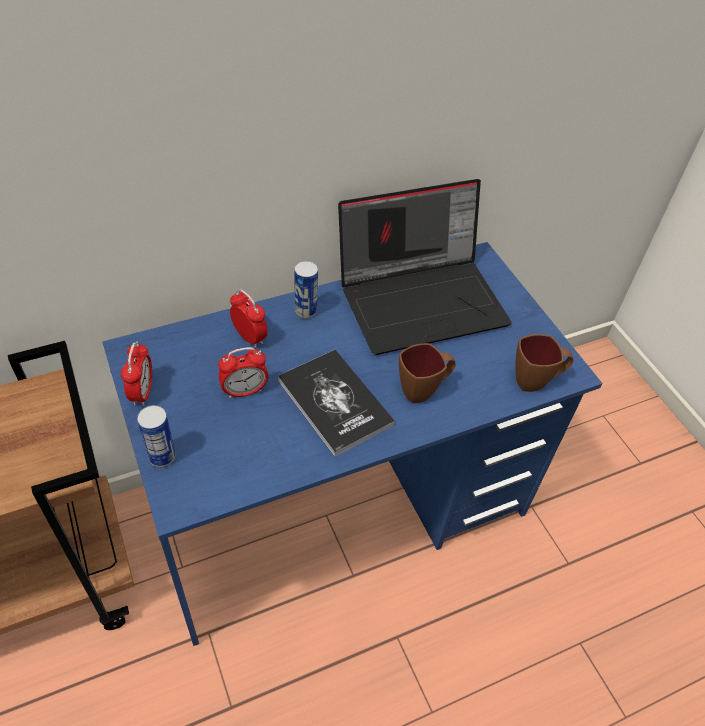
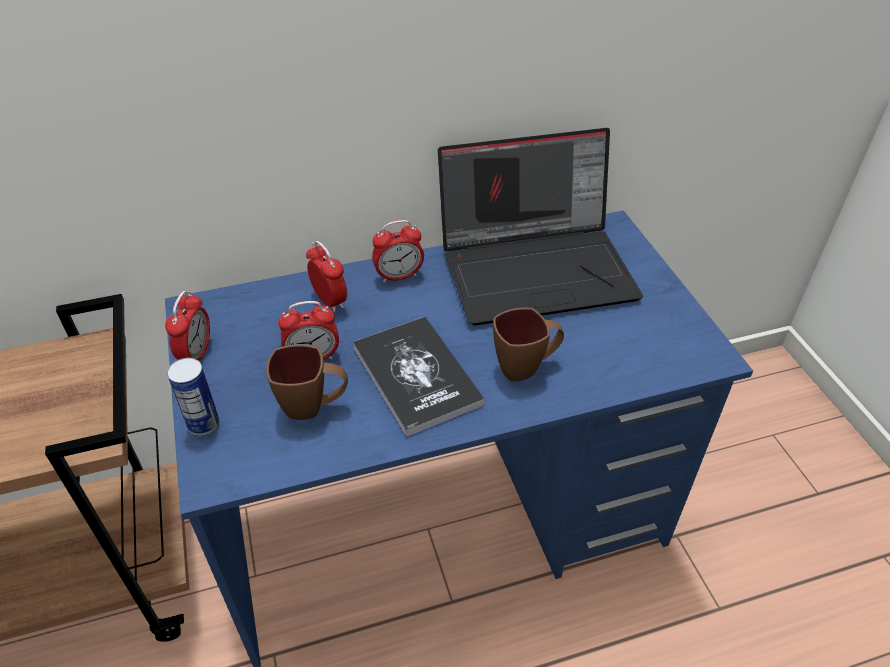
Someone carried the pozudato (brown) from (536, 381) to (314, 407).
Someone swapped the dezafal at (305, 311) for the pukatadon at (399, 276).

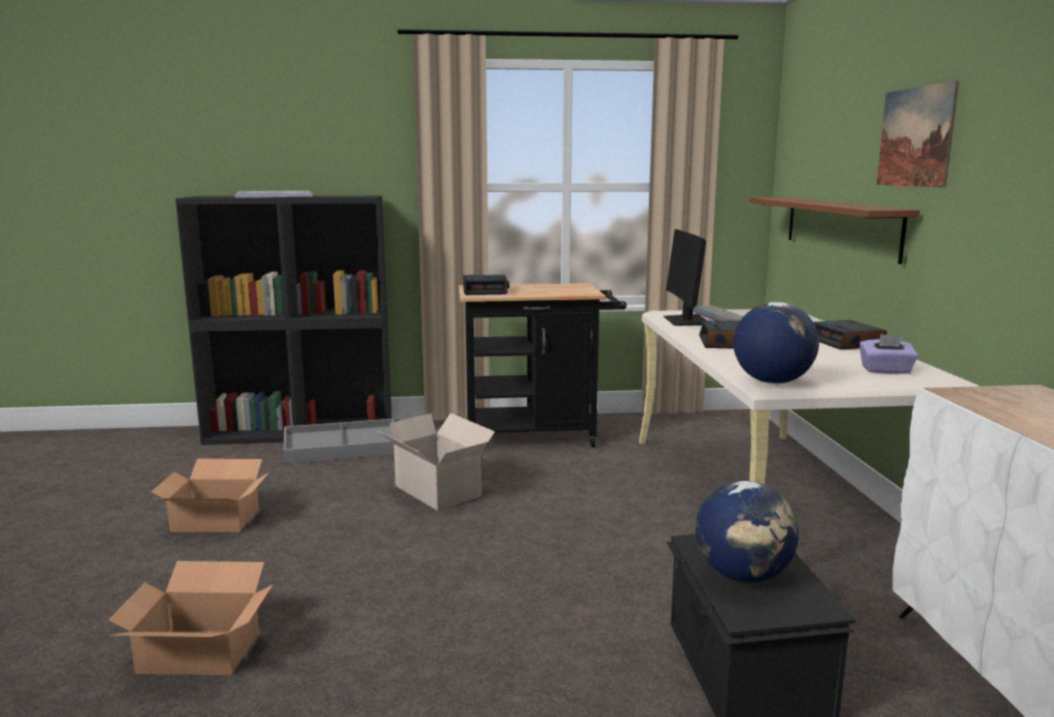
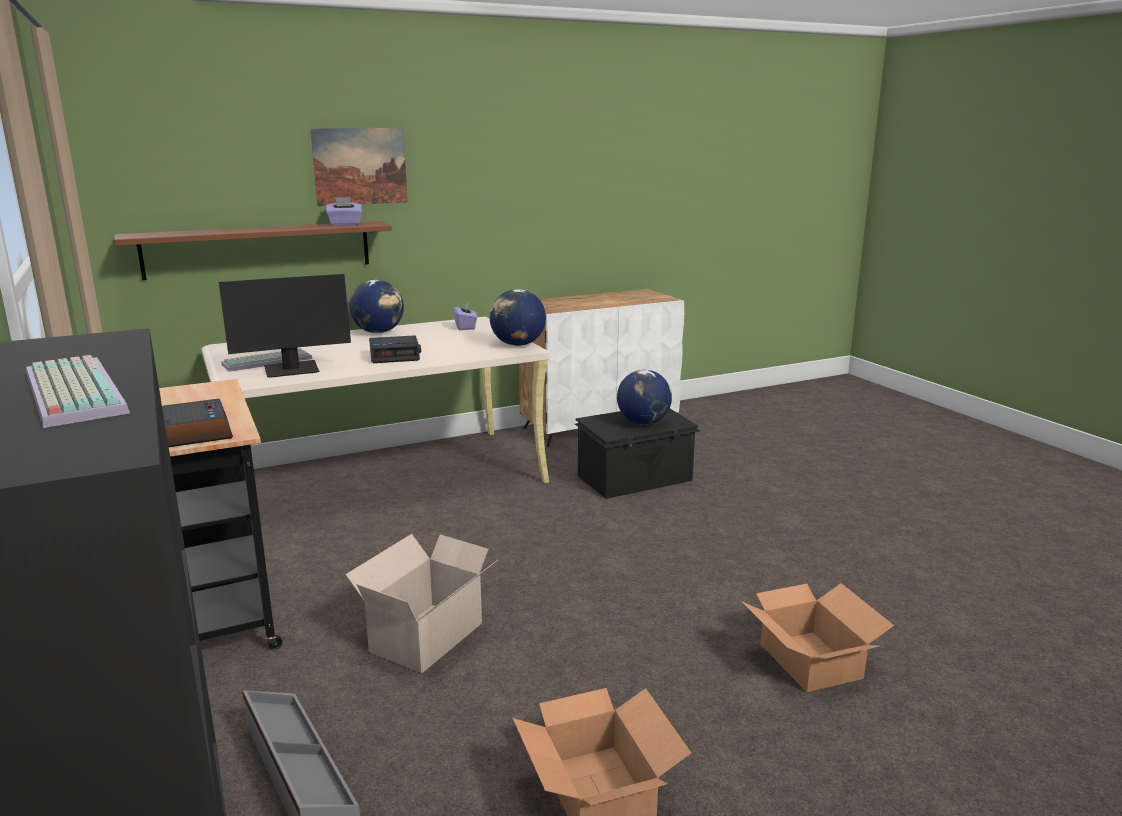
Someone put down the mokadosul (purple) at (345, 224).
Someone swapped the pukatadon at (847, 343) for the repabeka at (378, 332).

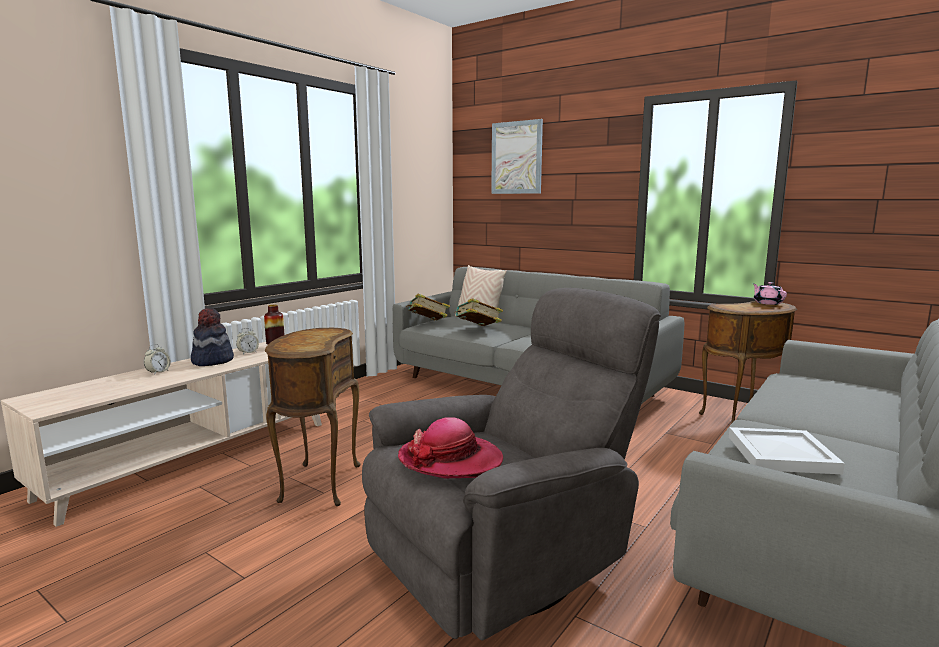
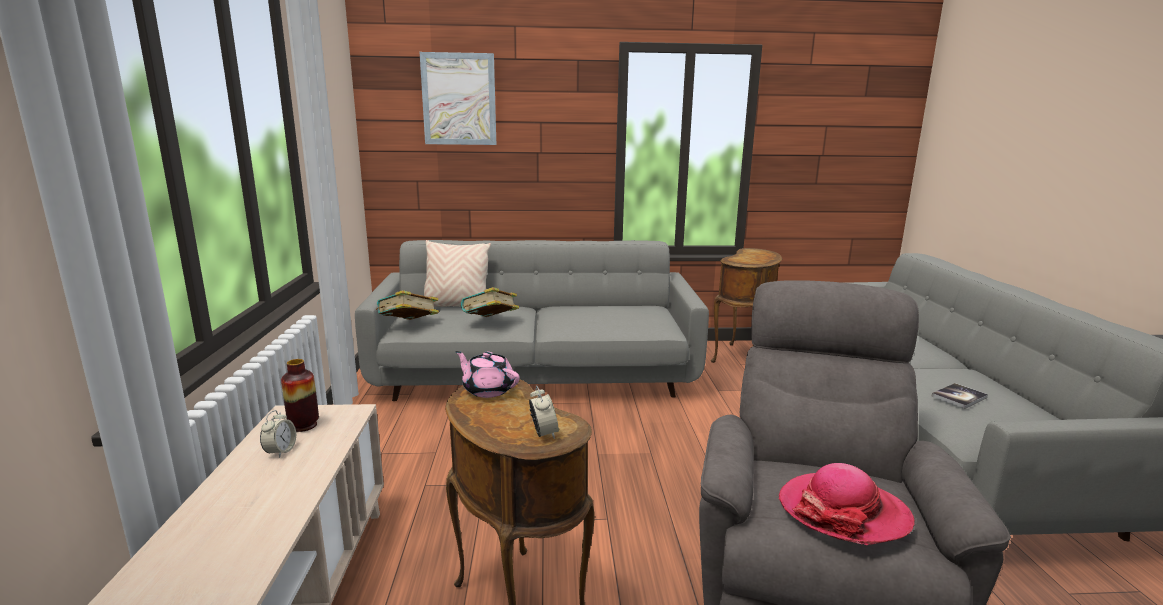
Someone took away the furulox at (212, 361).
Someone carried the pukatadon from (158, 372) to (543, 433).
Someone carried the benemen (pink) from (767, 303) to (488, 389).
Someone swapped the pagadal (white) at (783, 455) for the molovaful at (959, 397).

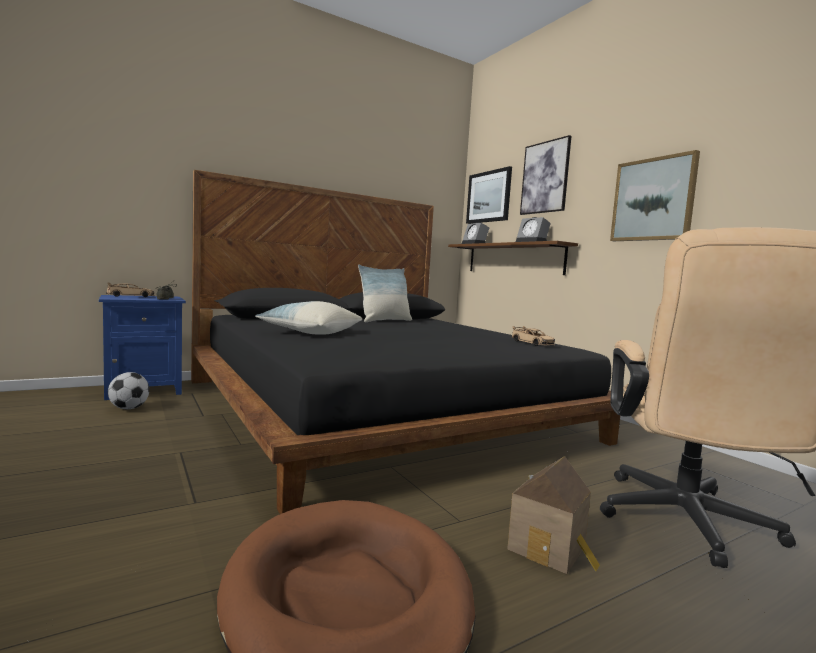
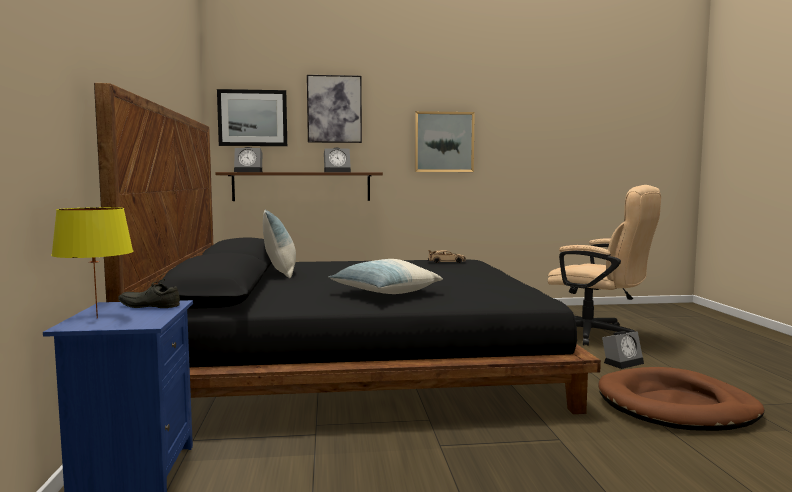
Someone took away the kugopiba at (129, 408).
Someone swapped the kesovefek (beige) at (130, 296) for the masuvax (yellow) at (96, 318).
Someone swapped the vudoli at (550, 549) for the pukatadon at (623, 362).

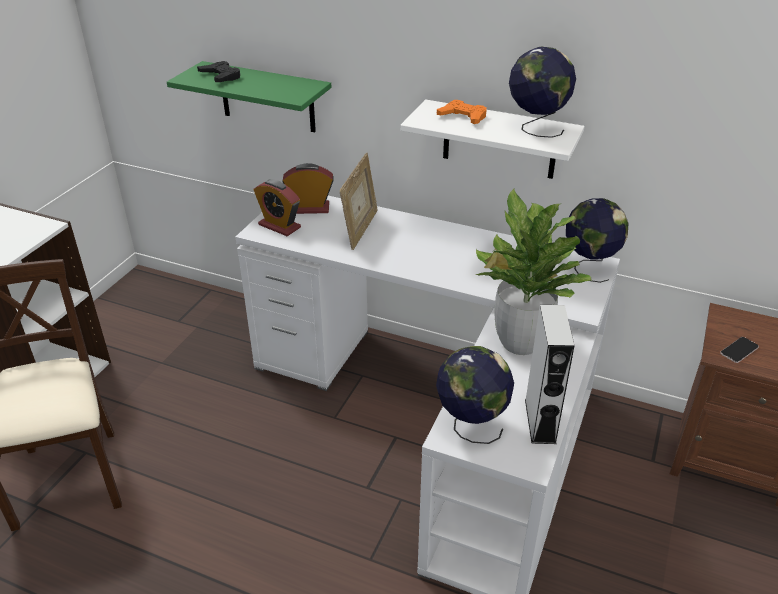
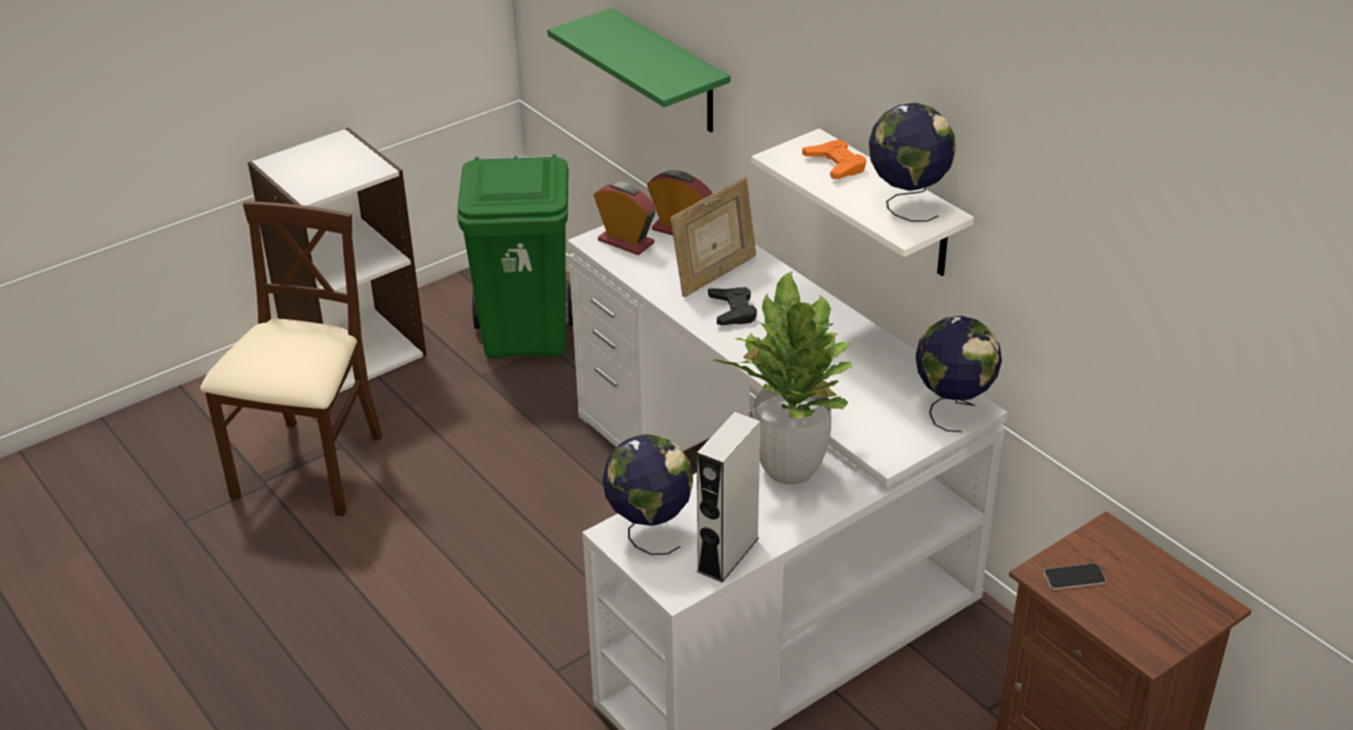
Someone put down the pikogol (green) at (527, 337).
Someone carried the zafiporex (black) from (220, 76) to (733, 311).
Someone rotated the pukatadon at (279, 226) by 150 degrees clockwise.

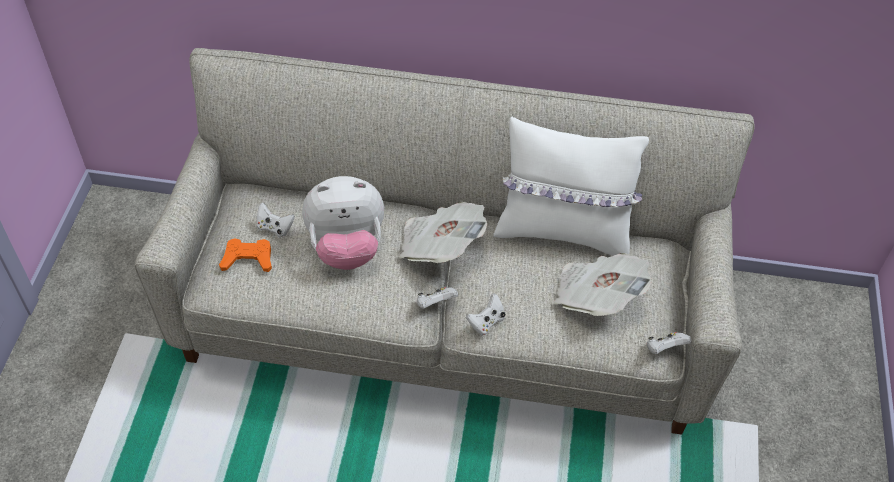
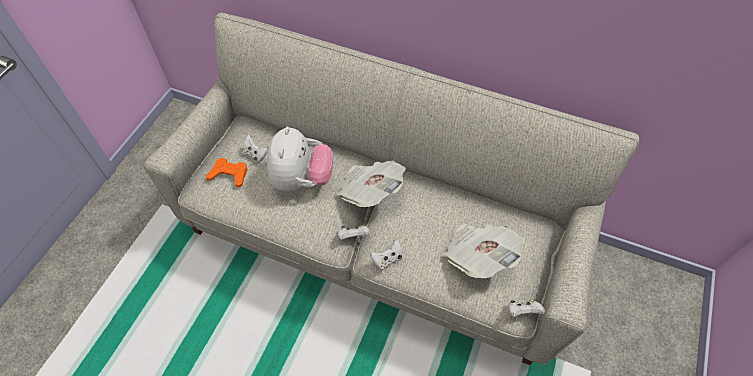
Someone took away the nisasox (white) at (563, 231).
Someone rotated the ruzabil at (346, 248) by 90 degrees counterclockwise.

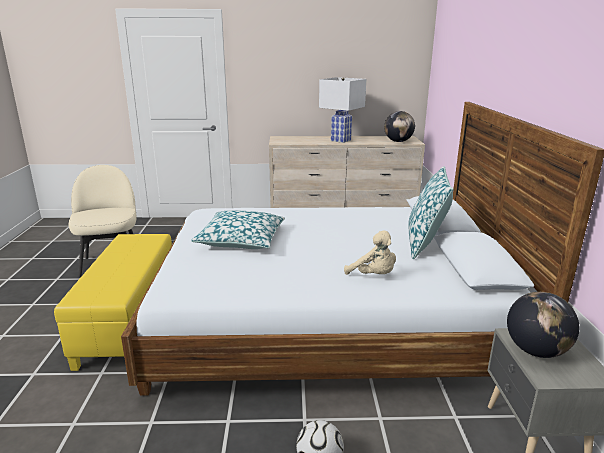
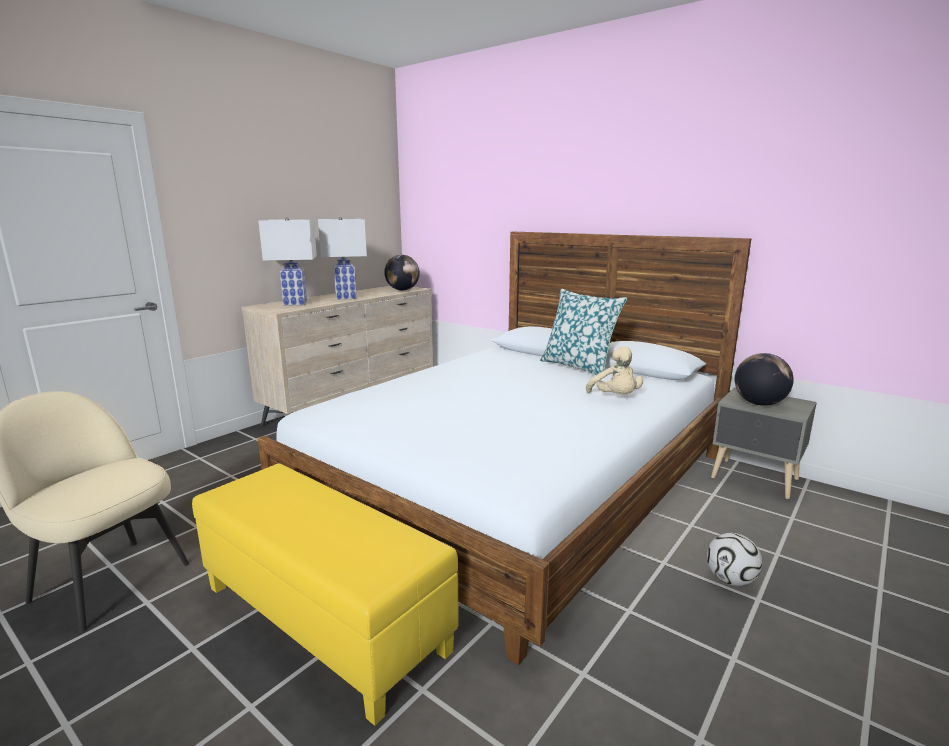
Someone took away the nisasox at (241, 239).
Someone put down the masuvax (white) at (295, 303).
Someone rotated the ruzabil (beige) at (373, 276) by 75 degrees clockwise.

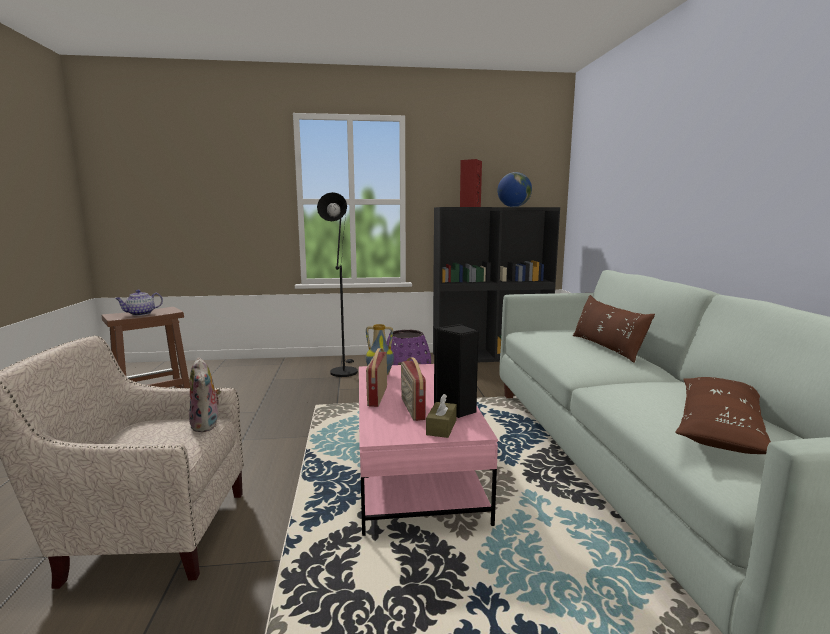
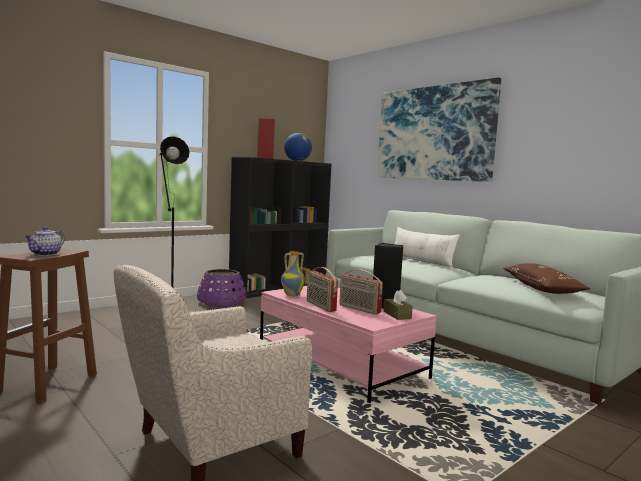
Someone took away the ruzabil at (207, 425).
Someone put up the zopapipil at (433, 133).
Someone repainted the nisasox (brown) at (606, 348), which became the nisasox (white) at (421, 261).

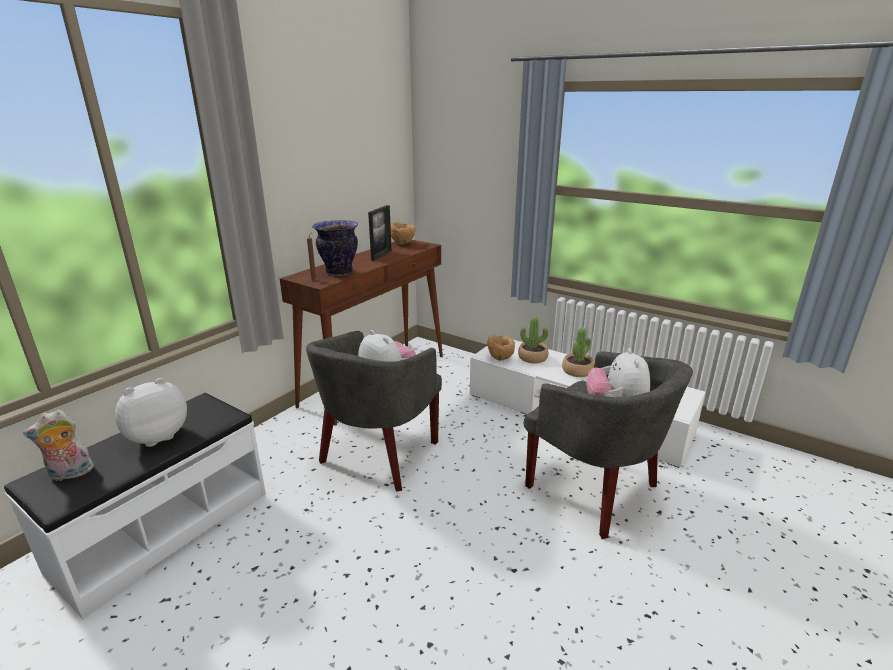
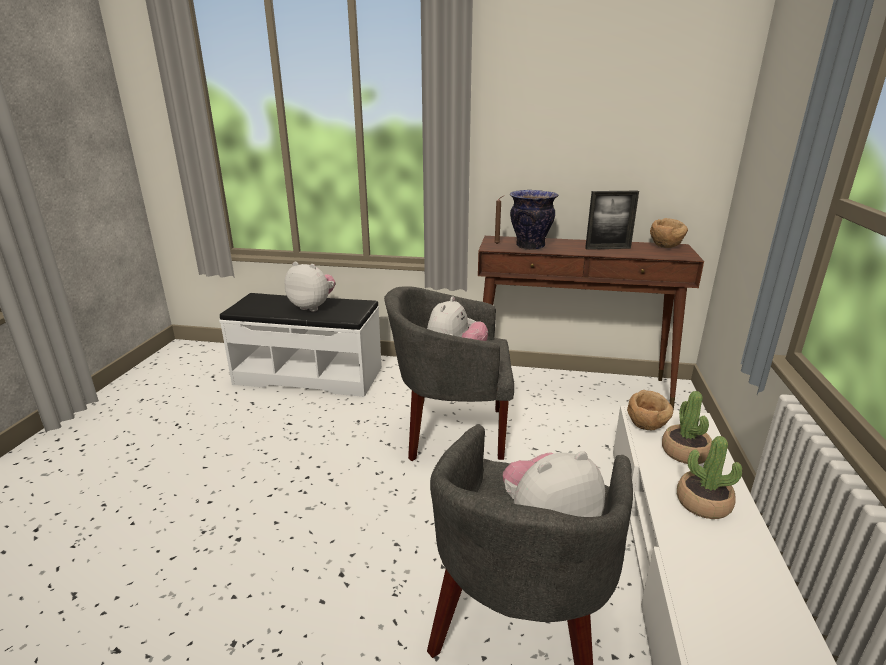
Someone took away the ruzabil at (70, 474).

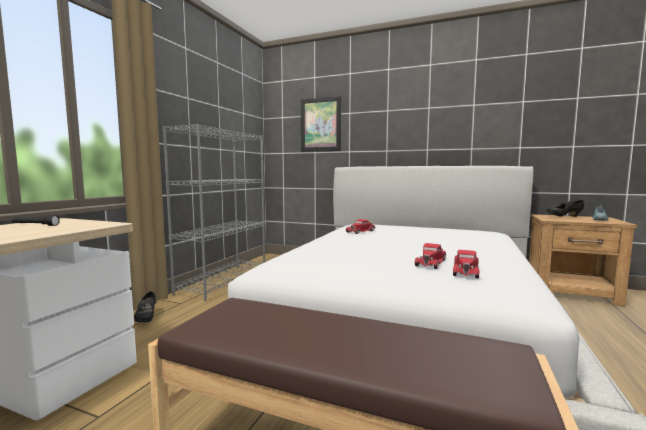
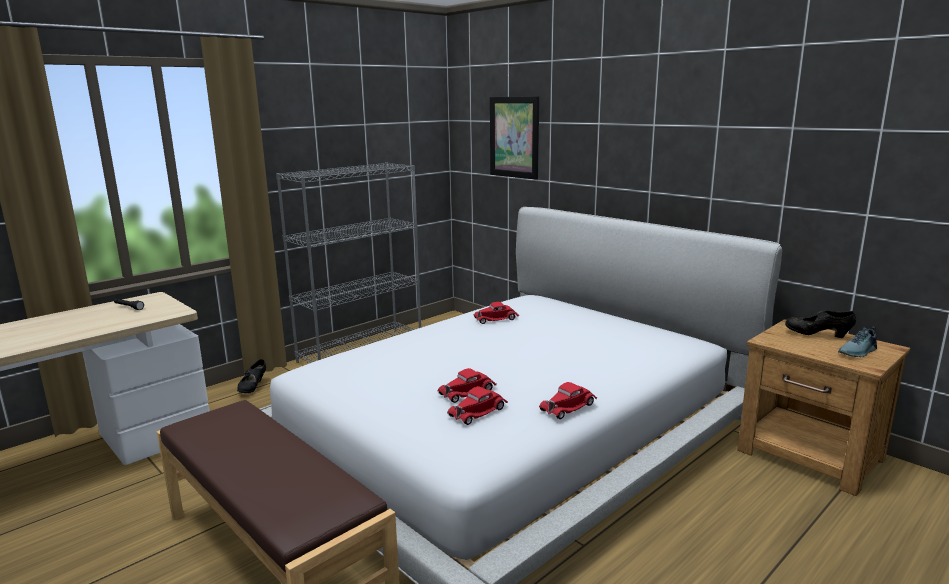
Someone put down the kesovefek (red) at (568, 407).

